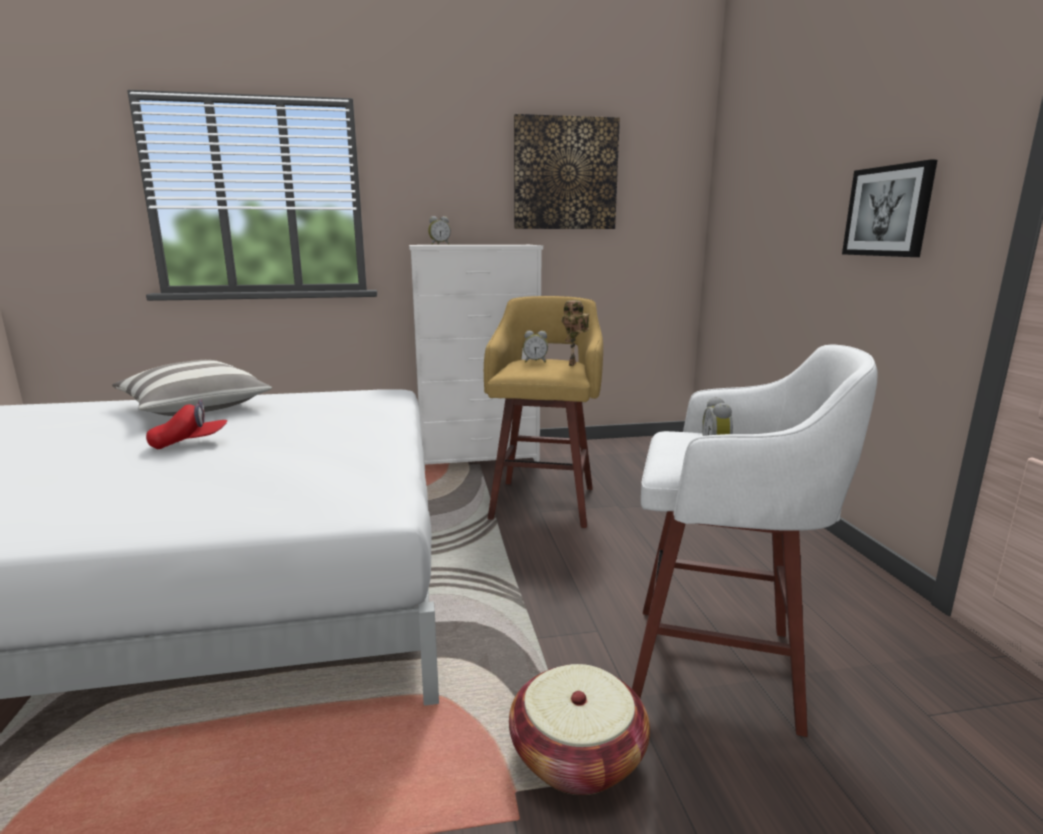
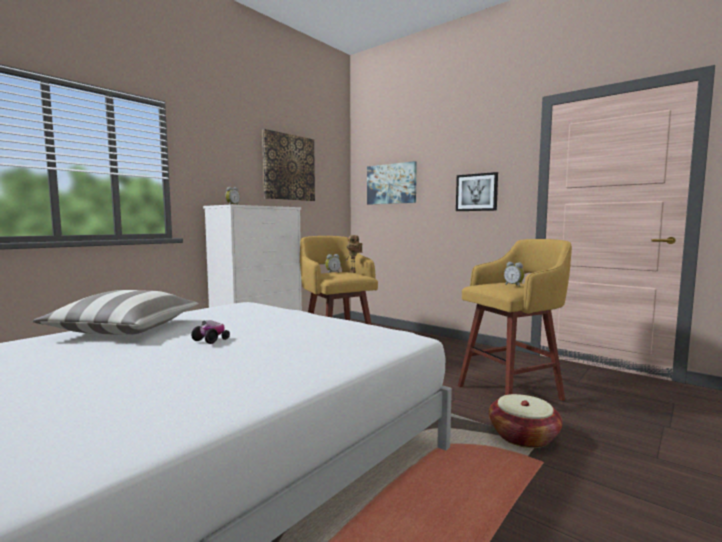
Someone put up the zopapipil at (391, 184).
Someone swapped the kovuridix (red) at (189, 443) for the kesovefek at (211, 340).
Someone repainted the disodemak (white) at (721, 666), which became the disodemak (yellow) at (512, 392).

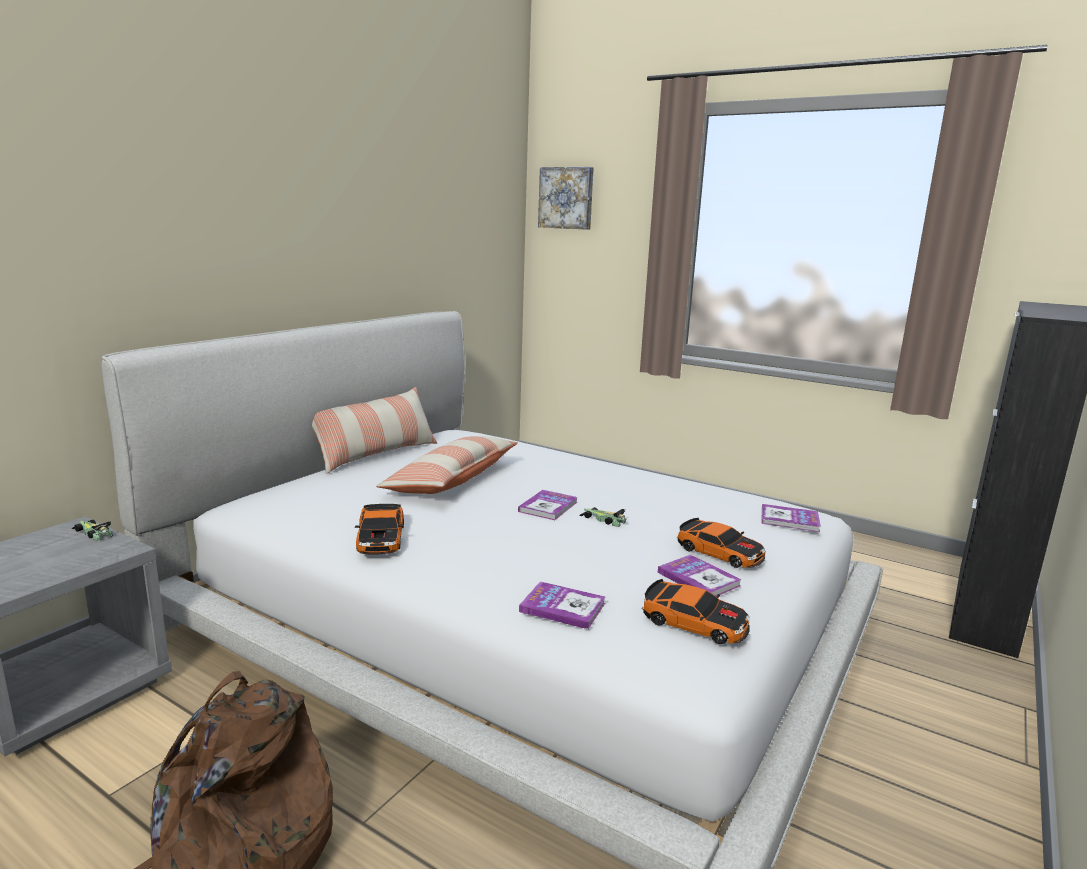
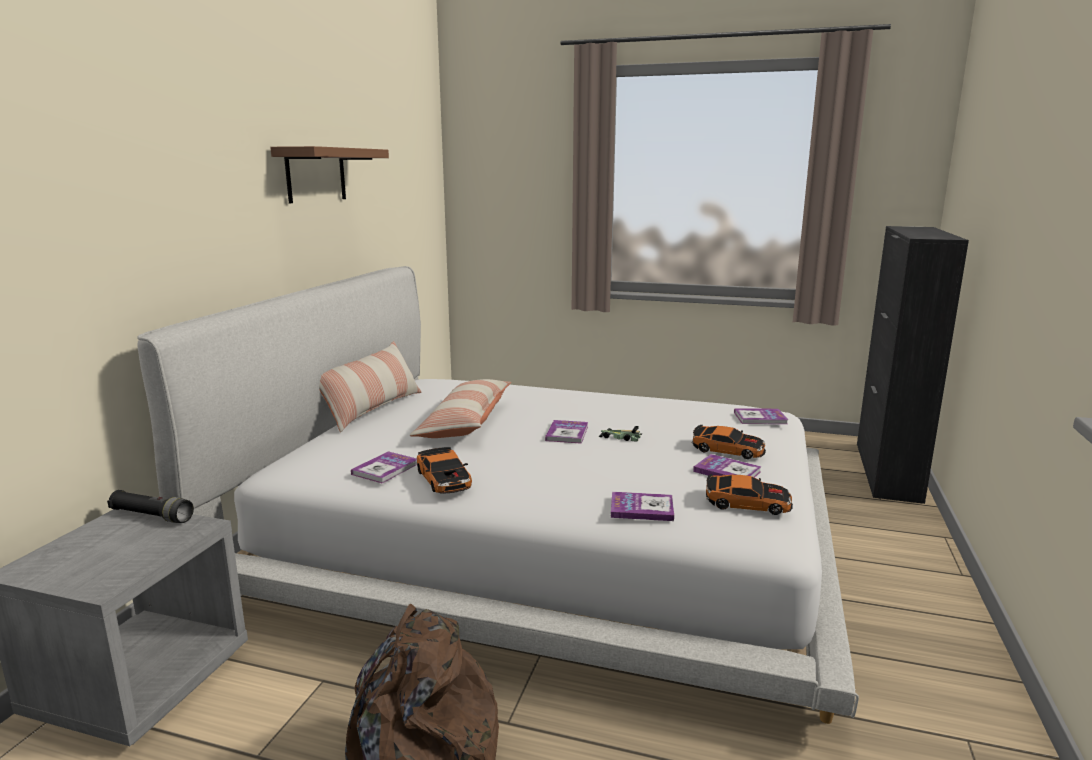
Someone took away the zopapipil at (566, 198).
Someone put up the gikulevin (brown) at (316, 175).
Someone put down the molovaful at (385, 469).
Someone swapped the kesovefek at (94, 533) for the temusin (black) at (152, 516).

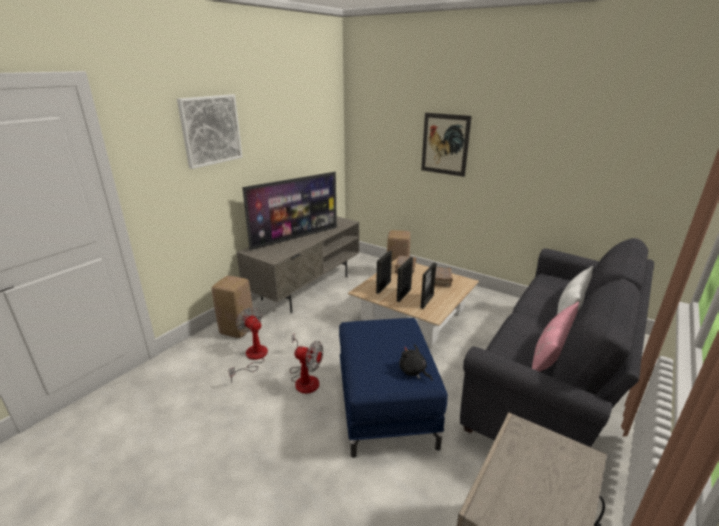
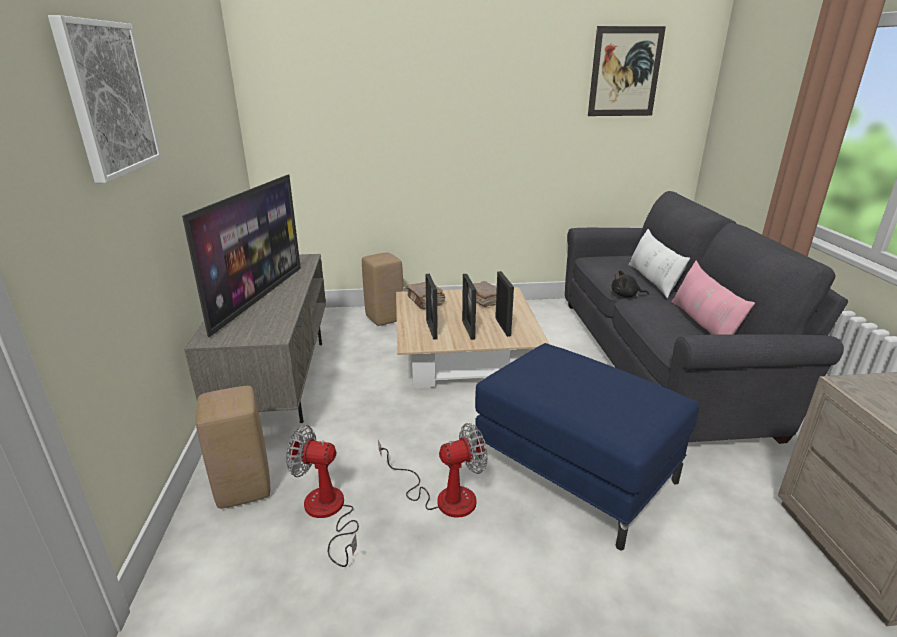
Someone carried the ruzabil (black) from (413, 372) to (626, 295).
Someone carried the zopapipil from (445, 144) to (625, 72).

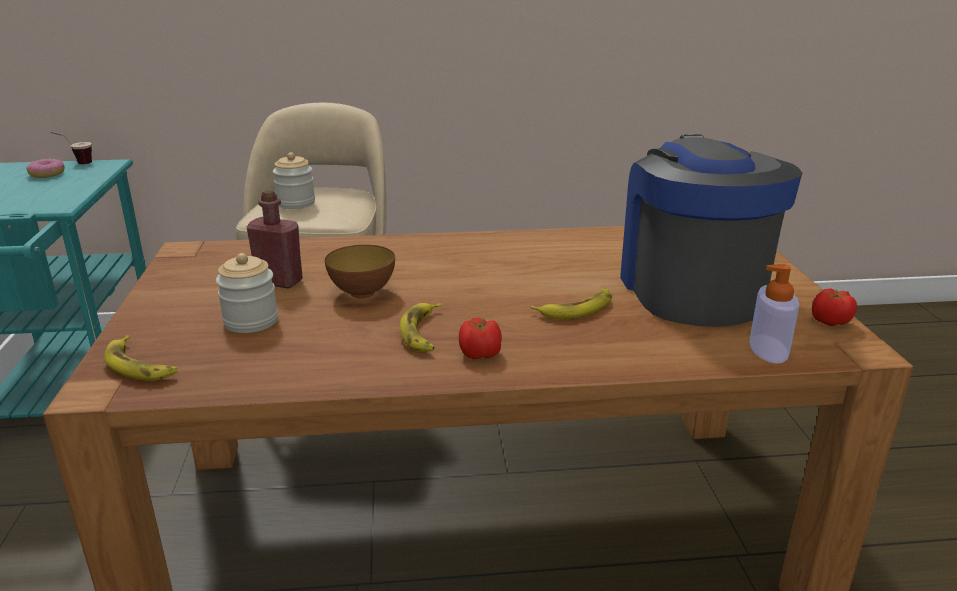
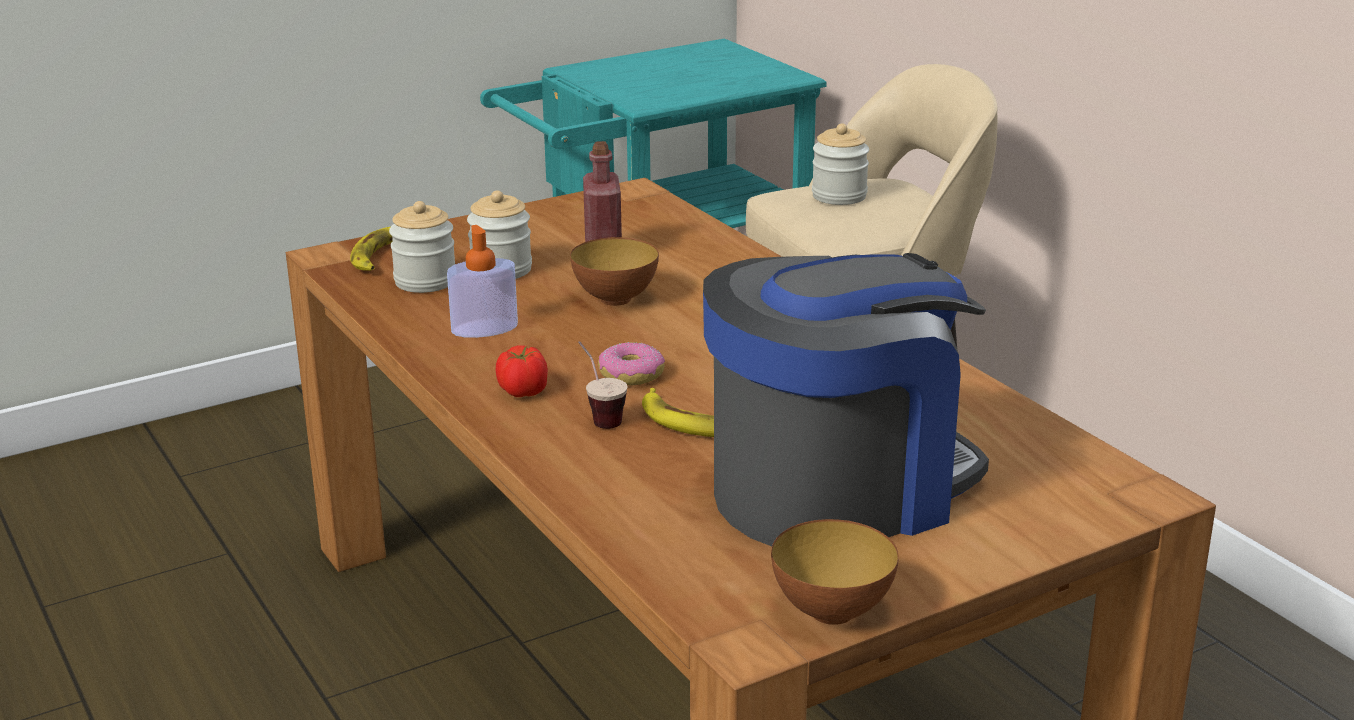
Someone took away the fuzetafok at (423, 333).
Someone put down the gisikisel at (425, 281).
Someone carried the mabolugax from (47, 174) to (631, 375).
Someone carried the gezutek from (76, 163) to (599, 416).
Someone carried the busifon from (768, 349) to (484, 329).
Someone swapped the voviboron at (830, 322) for the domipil at (832, 612).

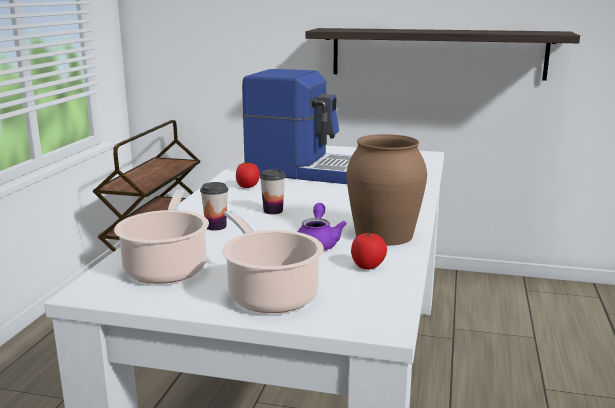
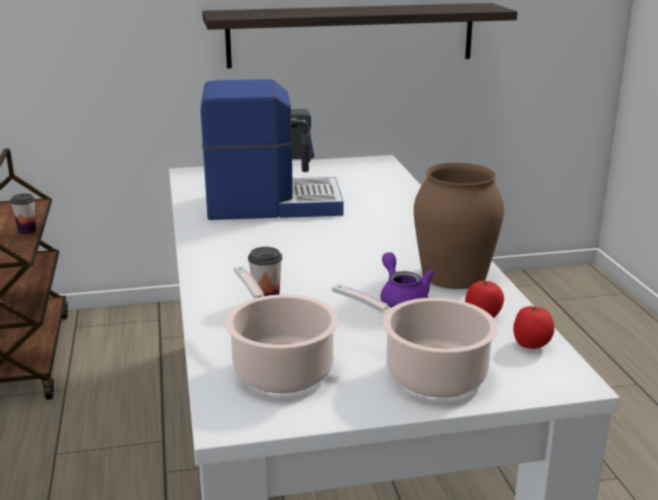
Someone carried the voviboron from (248, 187) to (531, 345).
Someone carried the gezutek from (273, 211) to (27, 230).

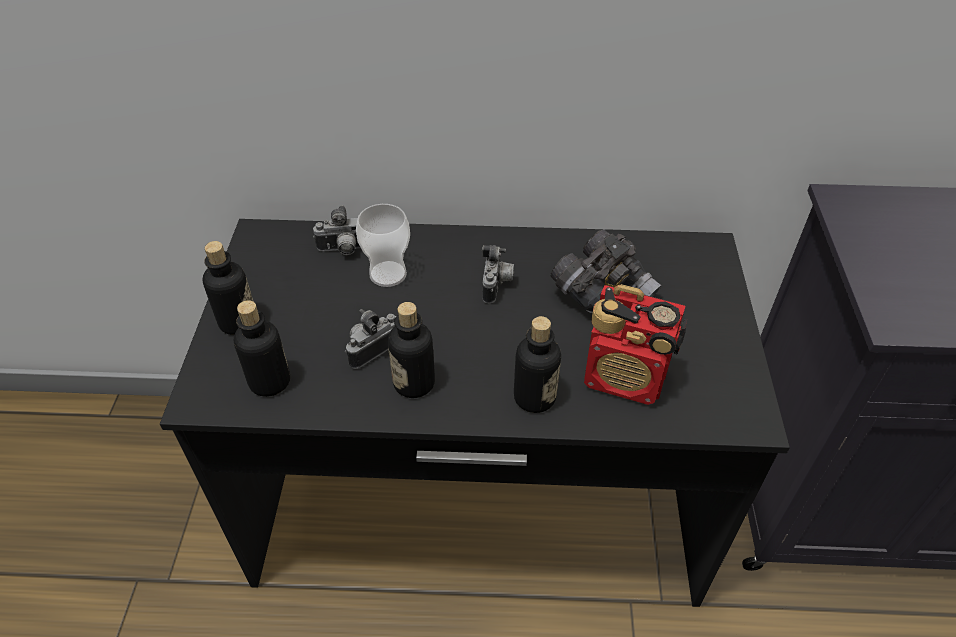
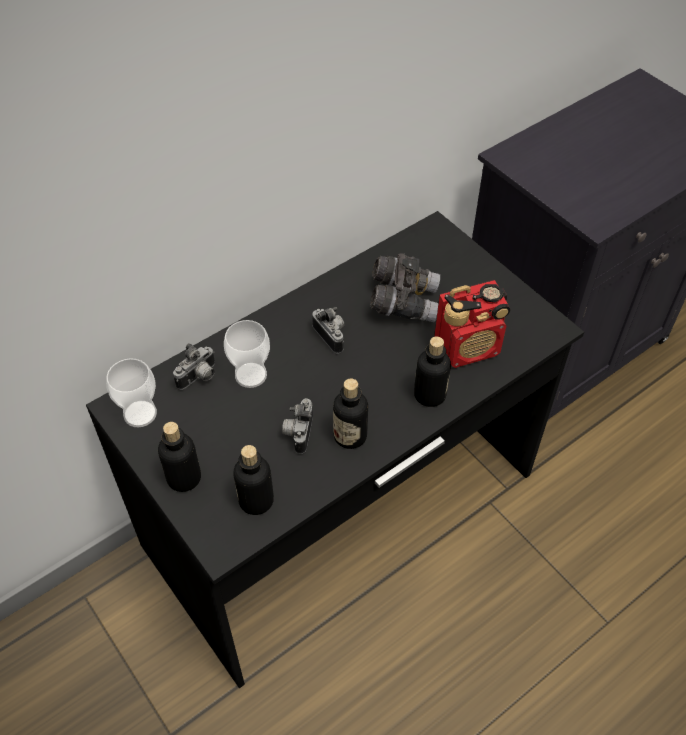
Someone put down the gezutek at (140, 413).

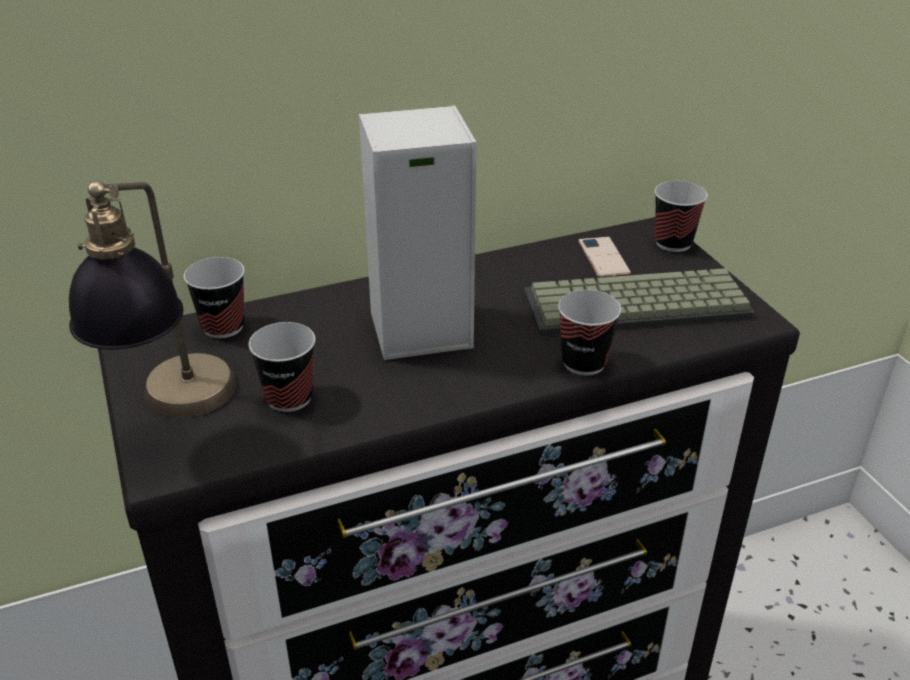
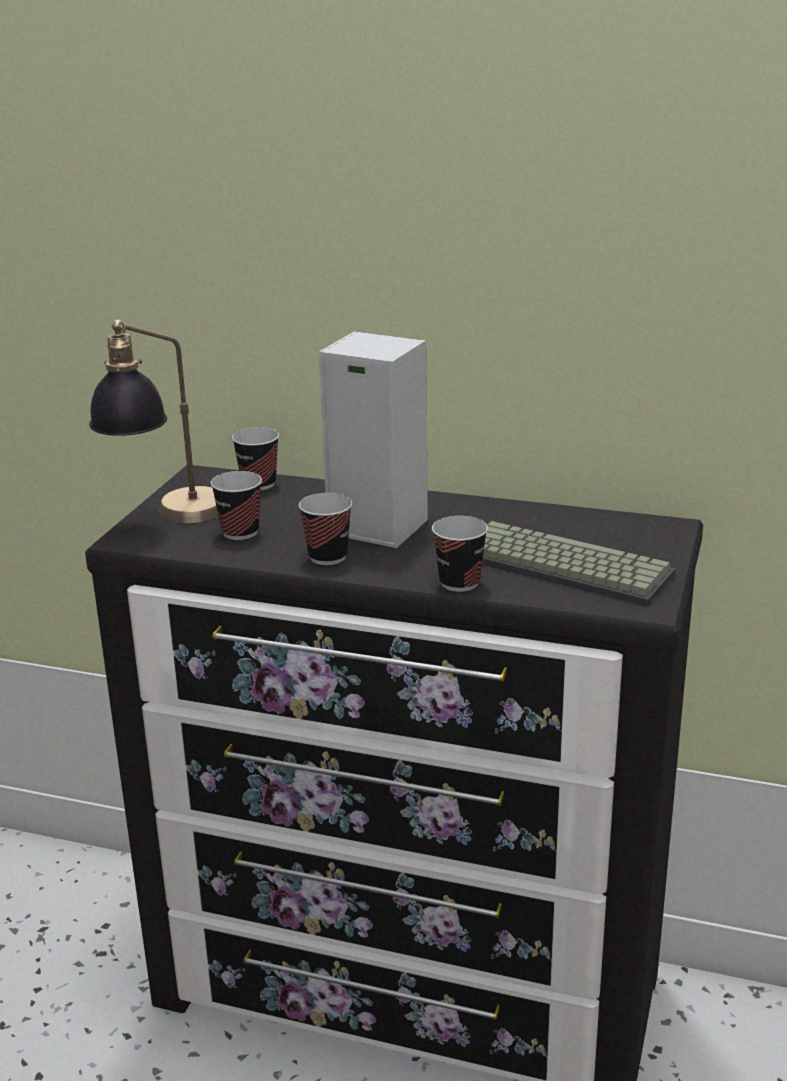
Someone took away the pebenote at (603, 257).
Someone carried the gezutek from (673, 243) to (328, 557).

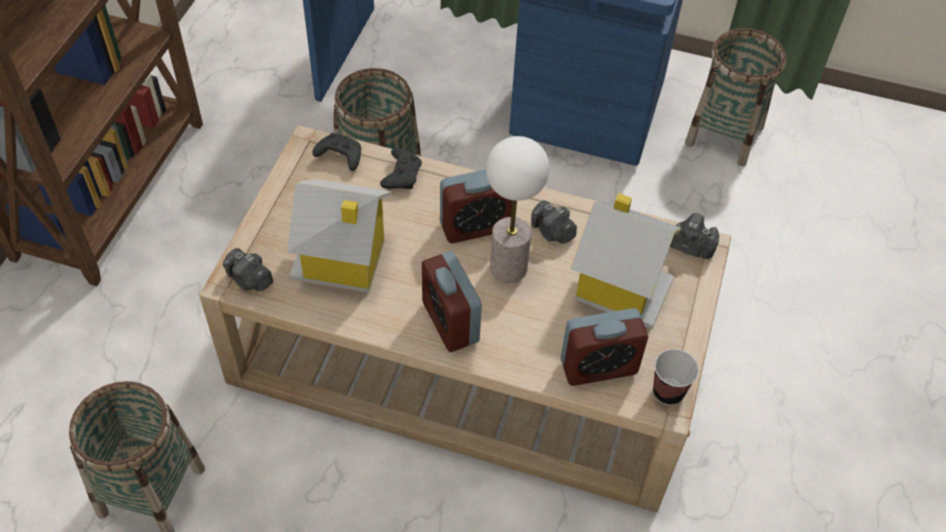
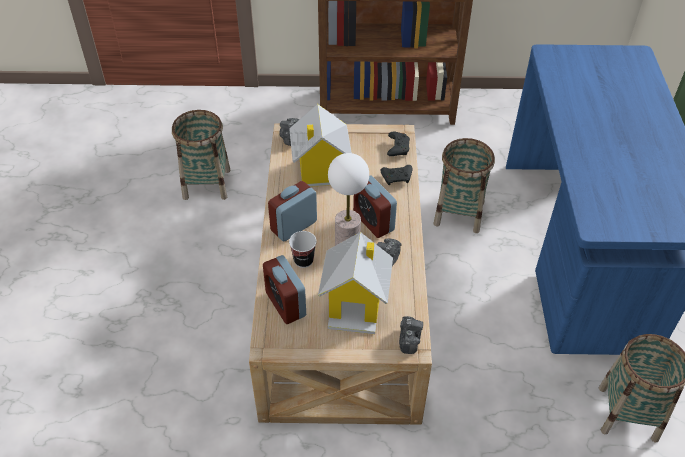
Someone carried the gezutek from (668, 392) to (303, 260).

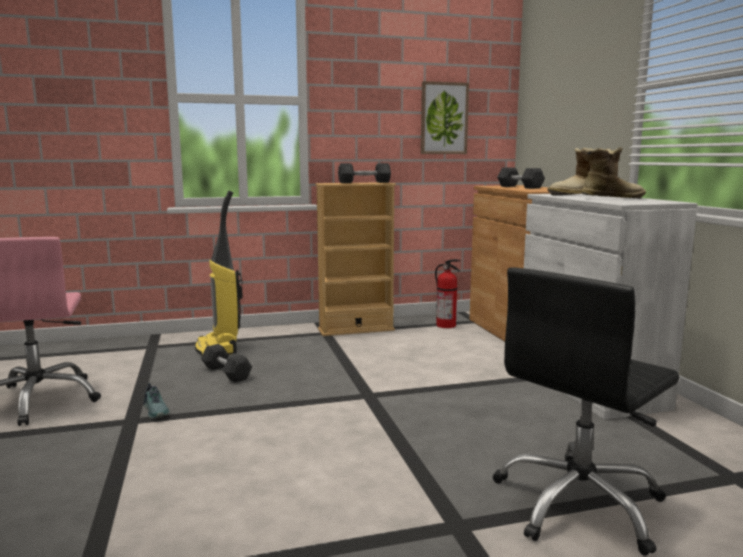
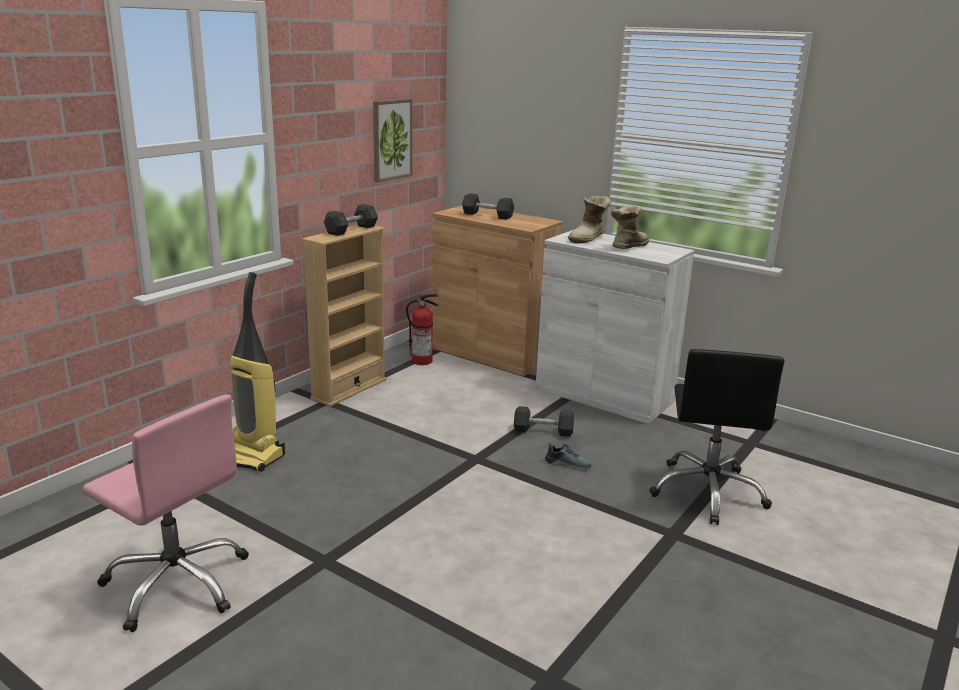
Someone carried the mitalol from (157, 410) to (568, 463).
Someone carried the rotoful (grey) from (226, 373) to (543, 431).

